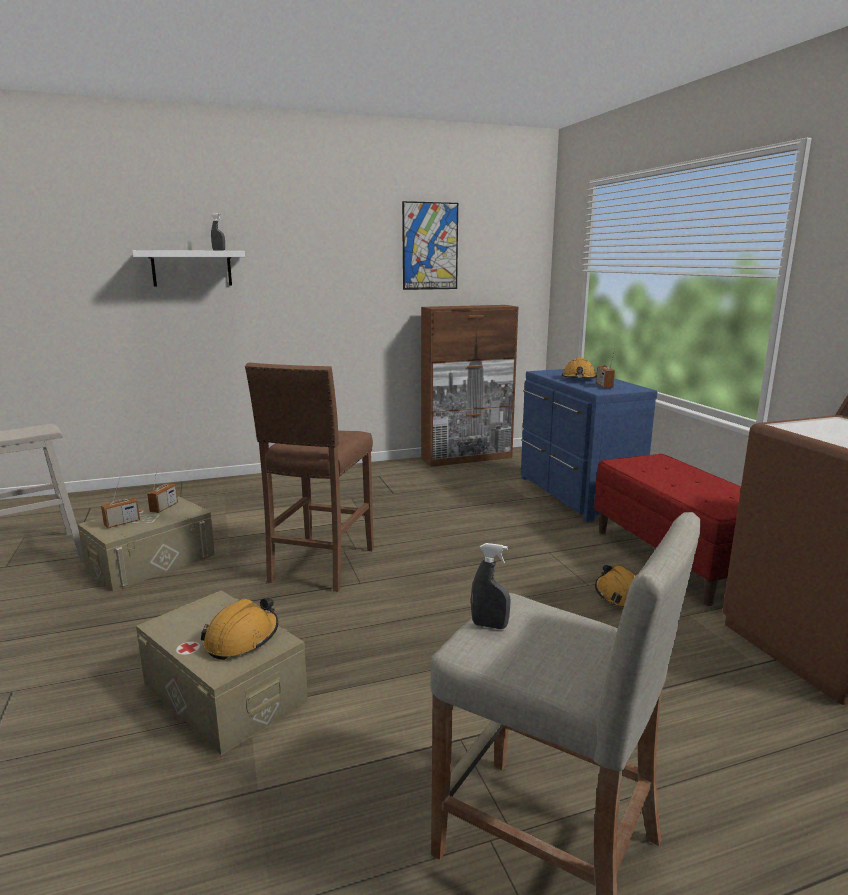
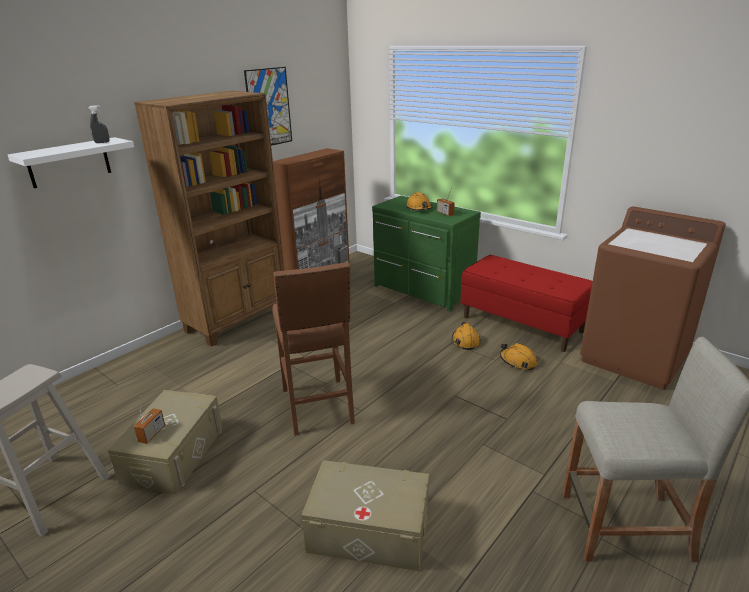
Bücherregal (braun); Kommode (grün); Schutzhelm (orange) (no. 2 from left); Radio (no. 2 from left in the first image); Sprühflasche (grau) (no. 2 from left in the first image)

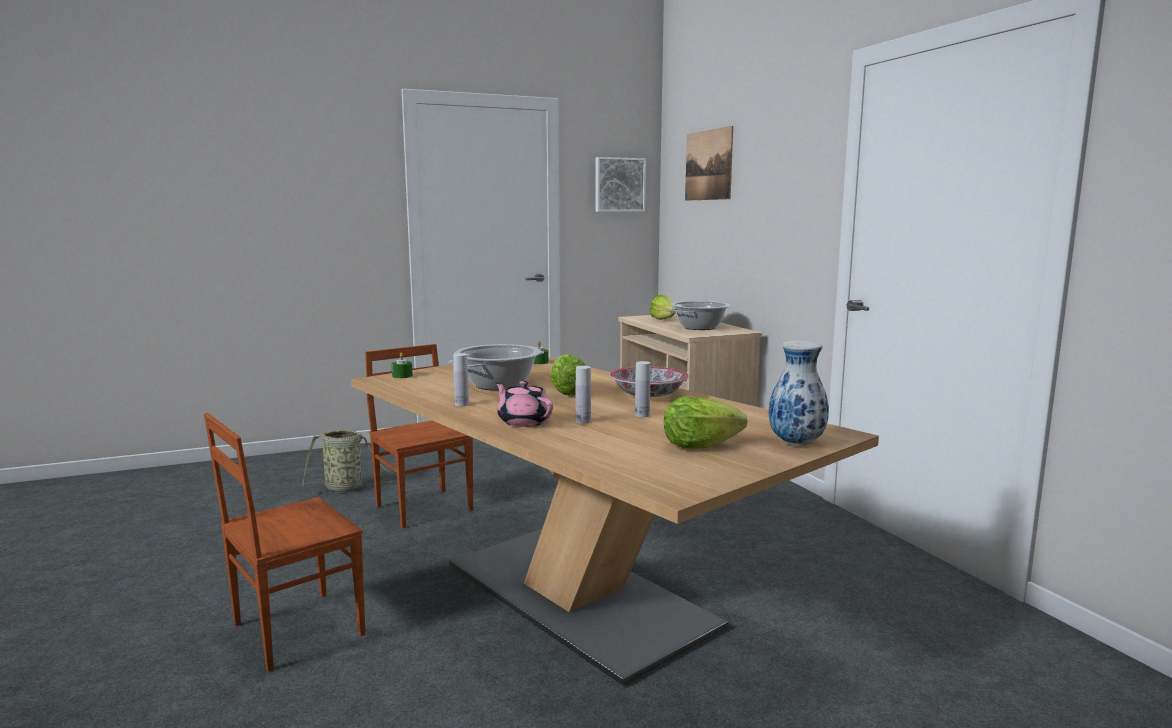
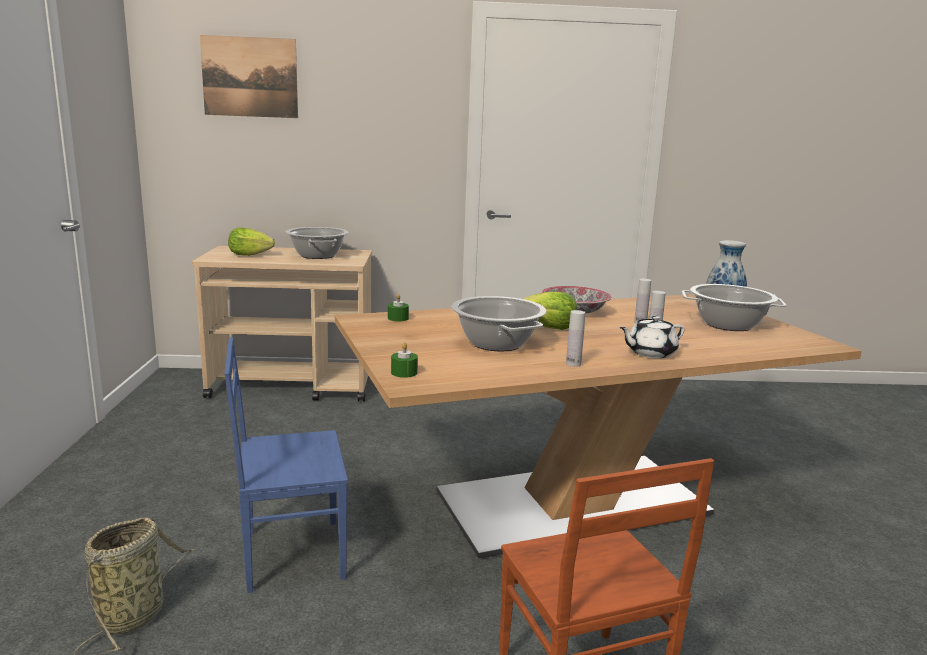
Stuhl (blau); Teekanne (weiß); Kochtopf (no. 3 from left); Bild (no. 1 from left in the first image)

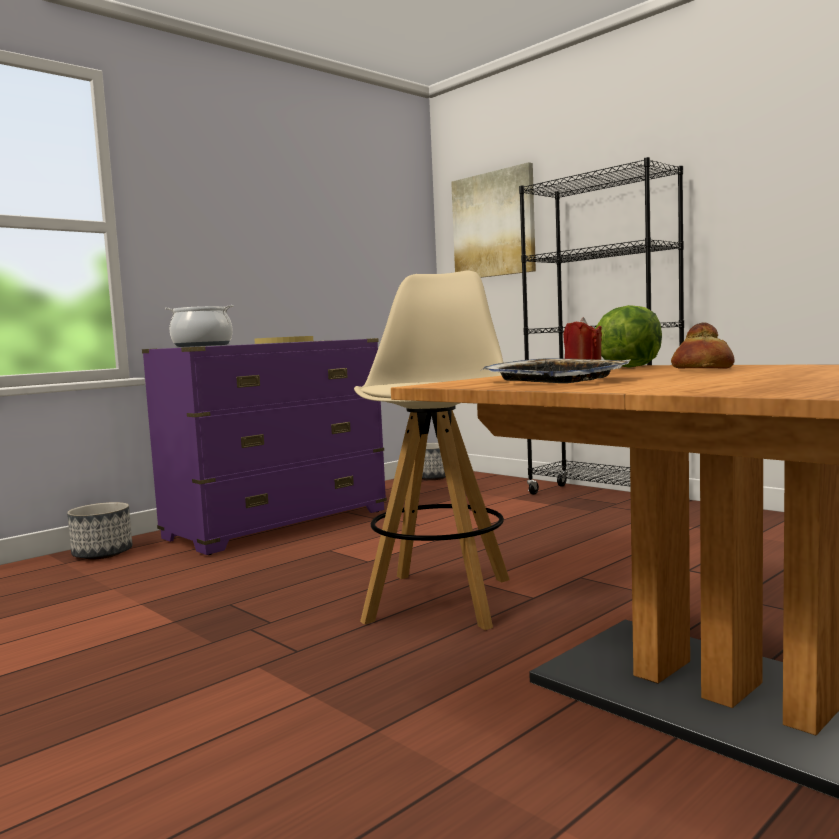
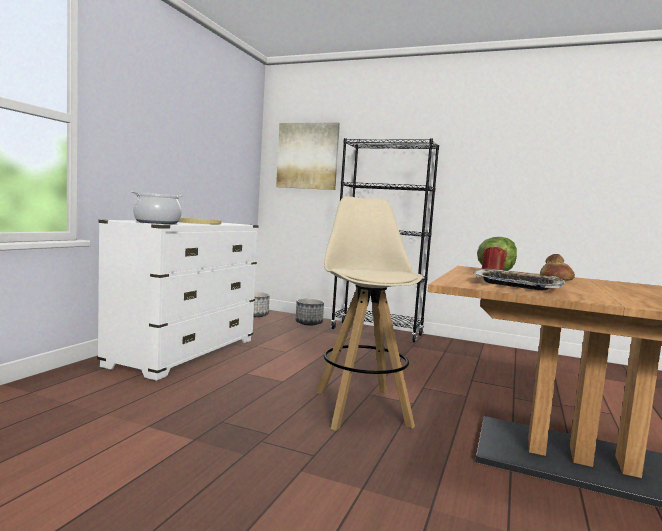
Kommode (weiß); Pflanzkübel (no. 2 from left)

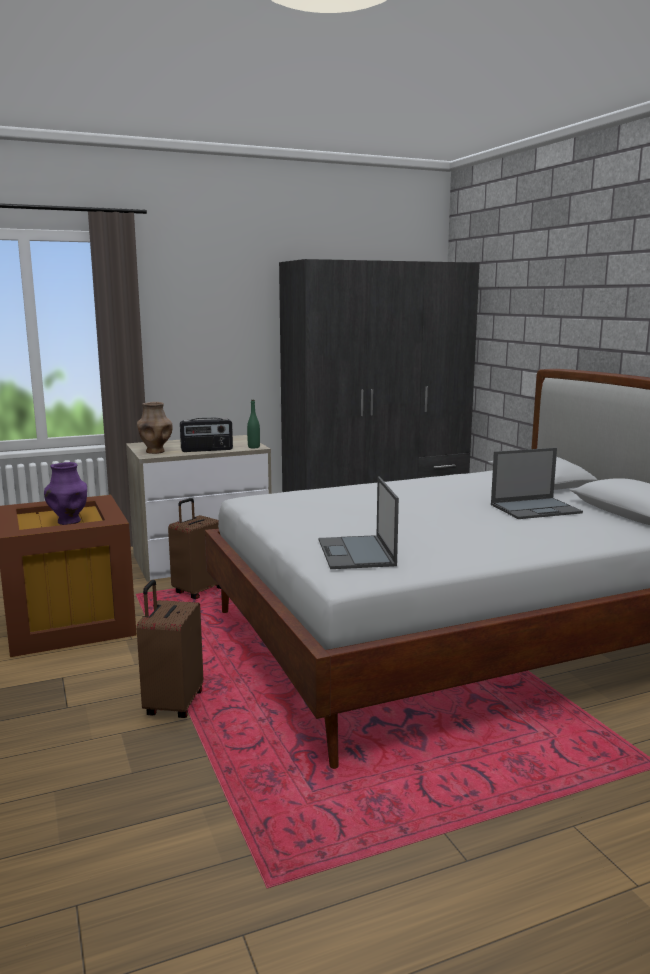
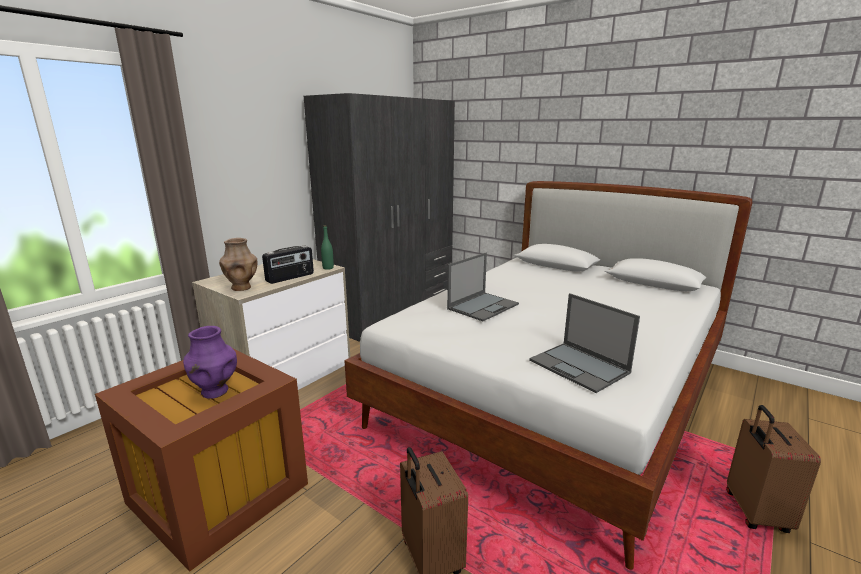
Laptop (no. 1 from left); Koffer (braun) (no. 2 from left)

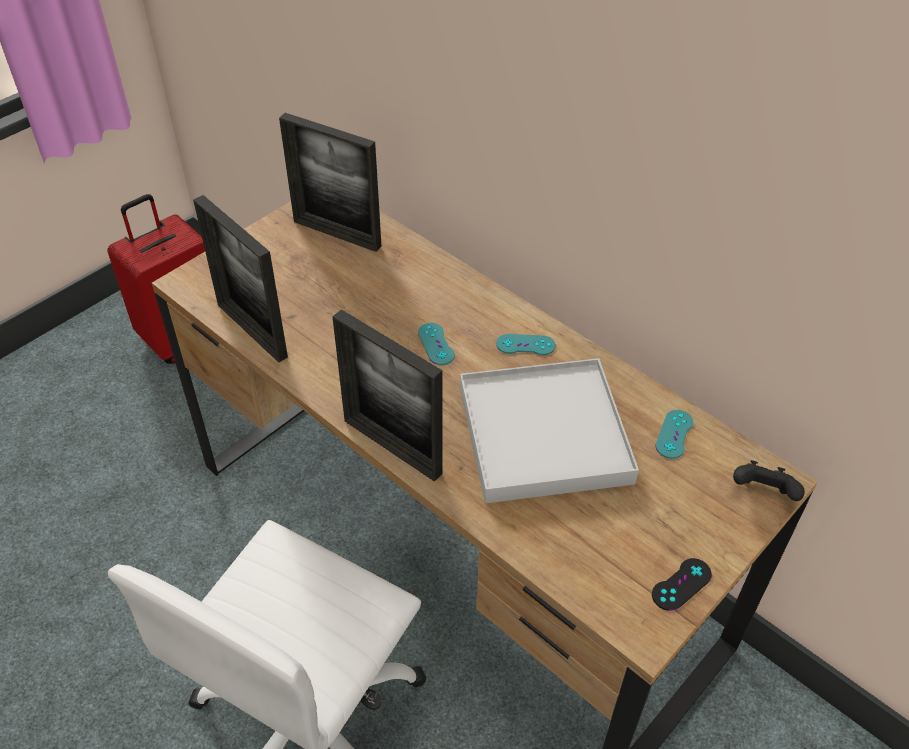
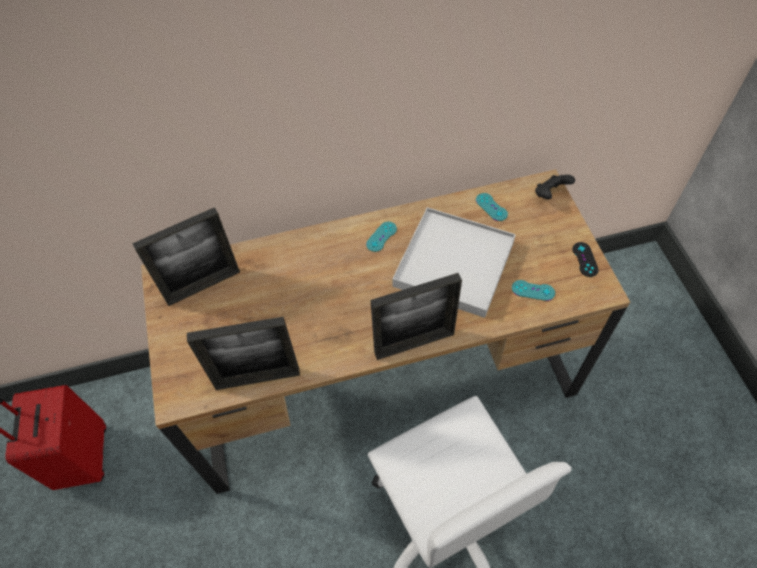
Gamepad (türkis) (no. 3 from left)

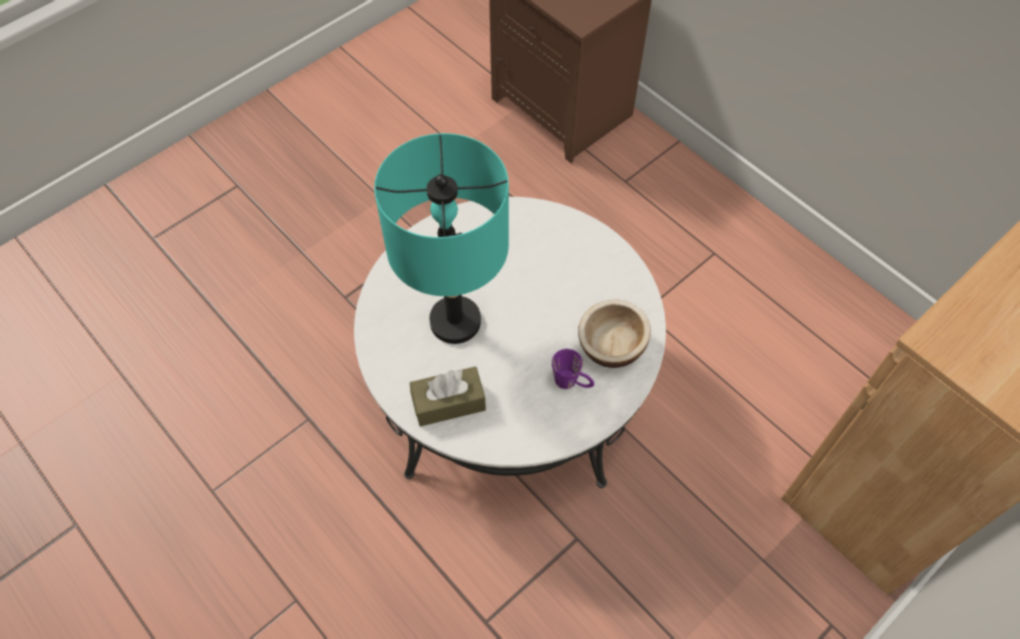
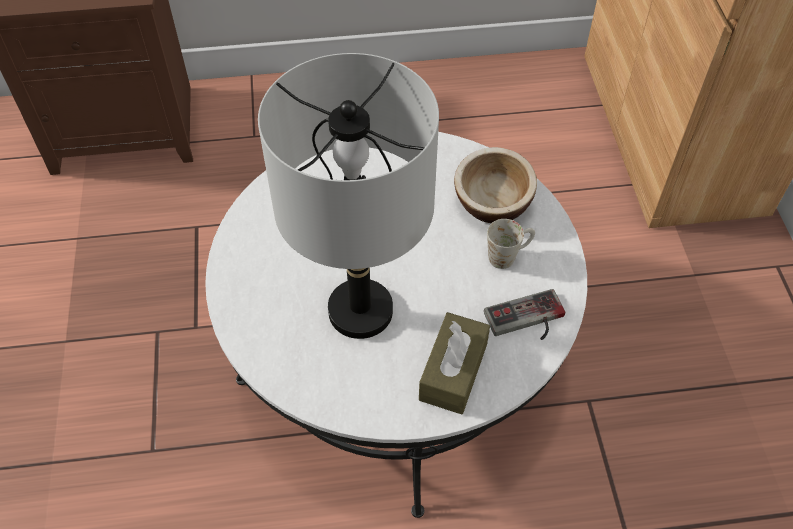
Tischlampe (grau); Gamepad; Henkelbecher (weiß)

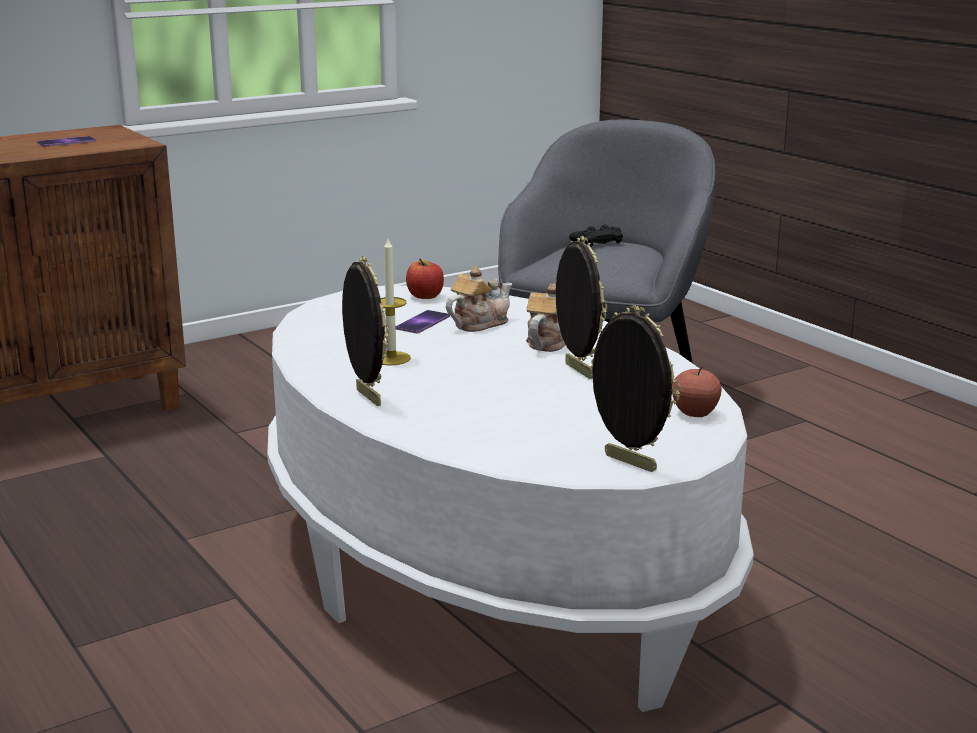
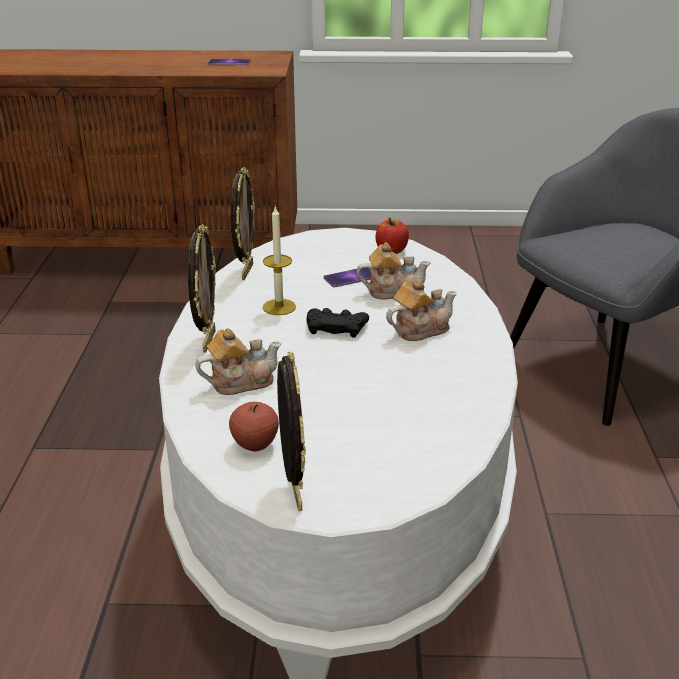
Teekanne (no. 1 from left); Apfel (no. 1 from left); Bilderrahmen (no. 2 from left); Gamepad (schwarz)

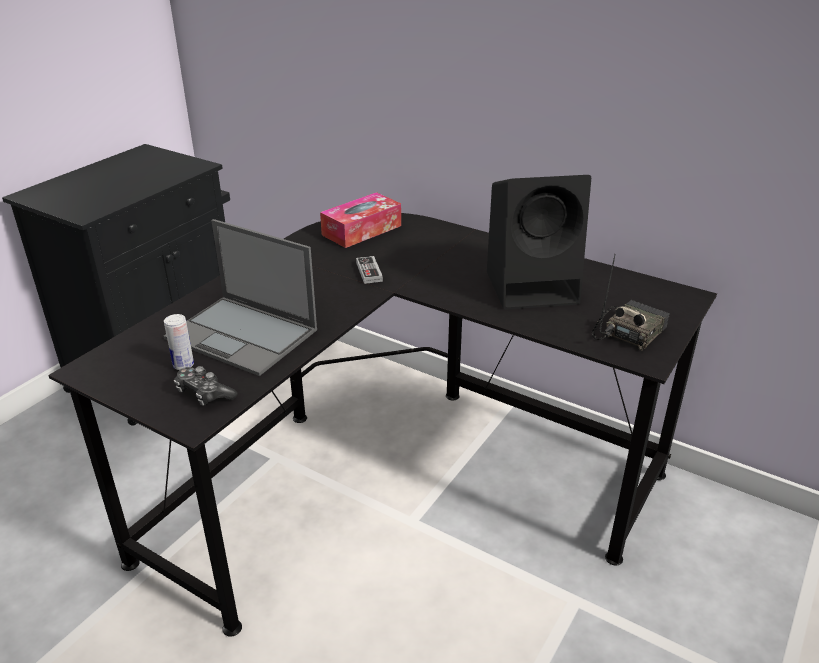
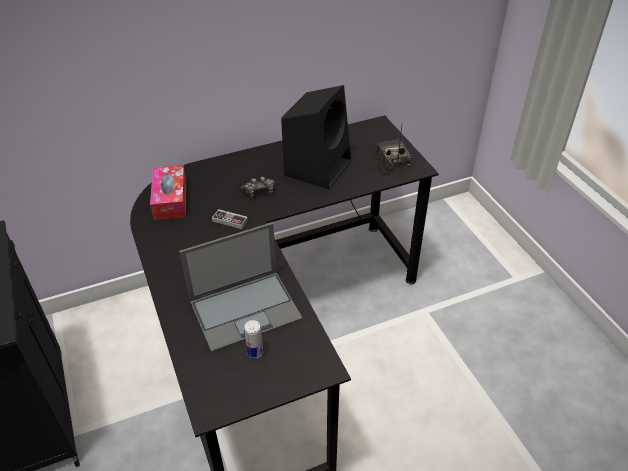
Gamepad (no. 2 from left)

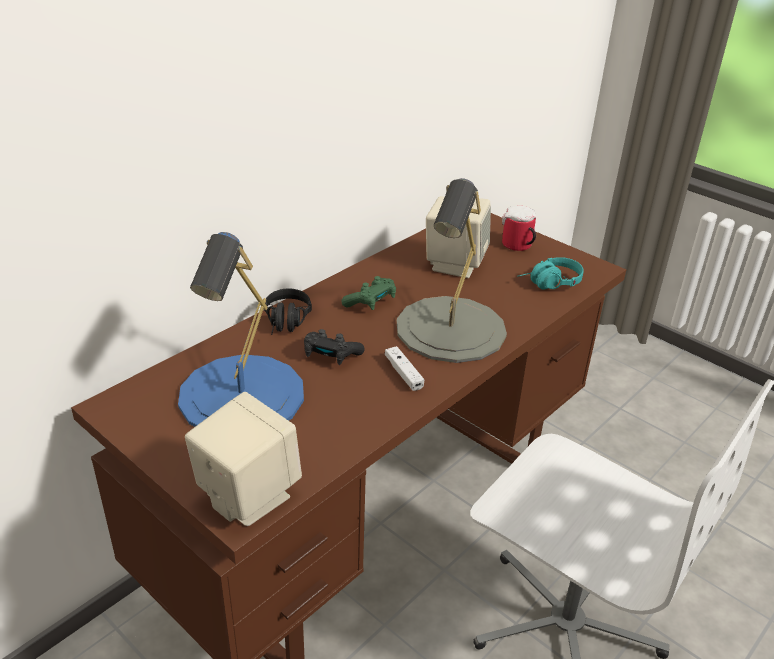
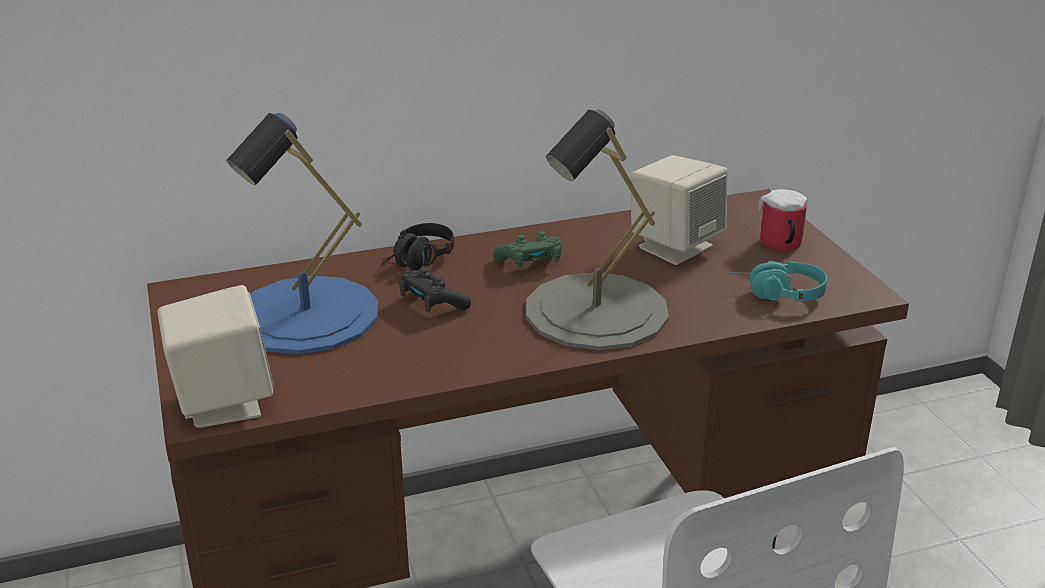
Gamepad (weiß)

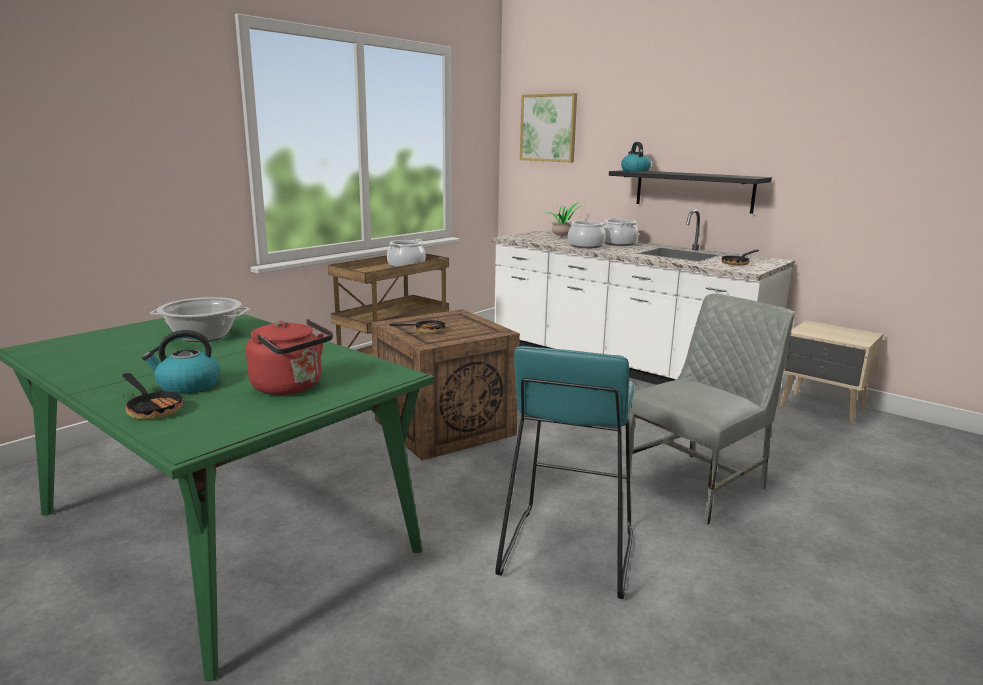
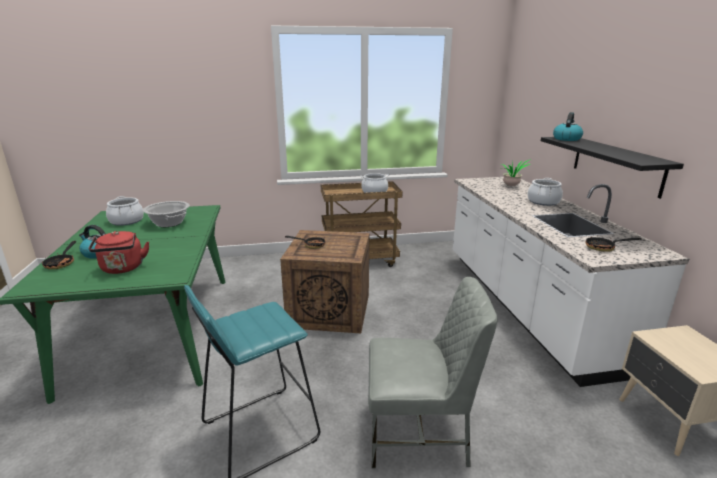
Kochtopf (no. 1 from left); Bild

